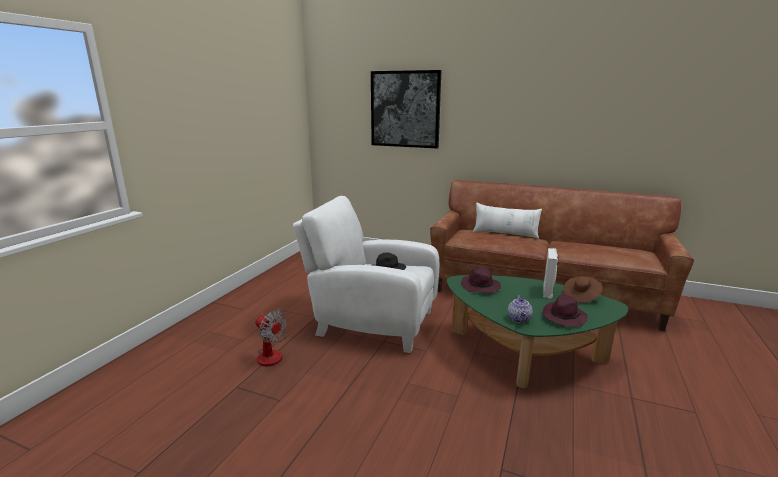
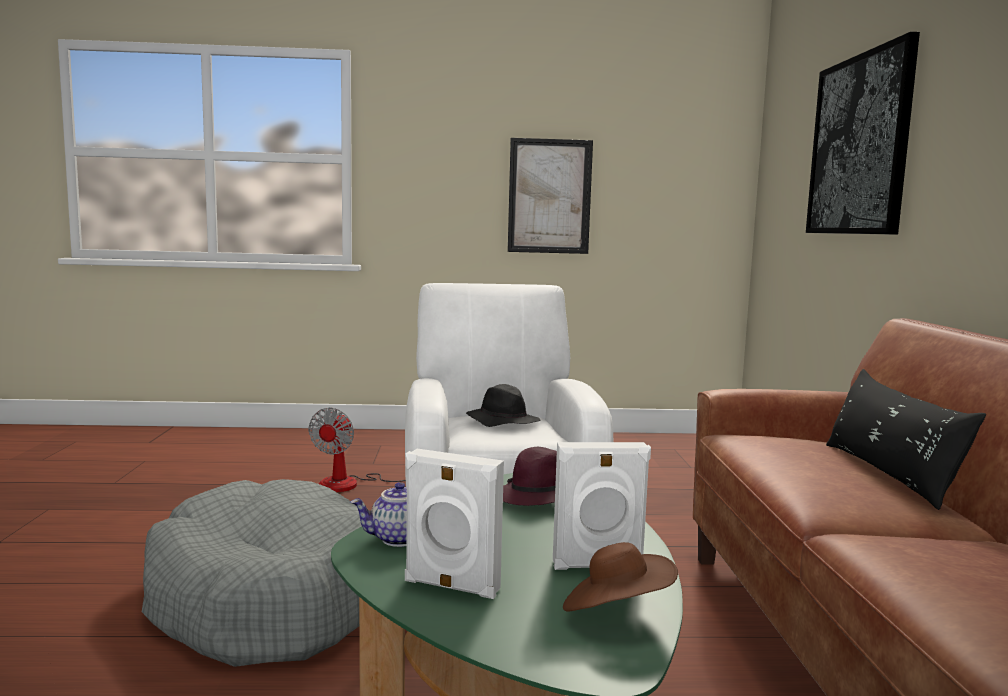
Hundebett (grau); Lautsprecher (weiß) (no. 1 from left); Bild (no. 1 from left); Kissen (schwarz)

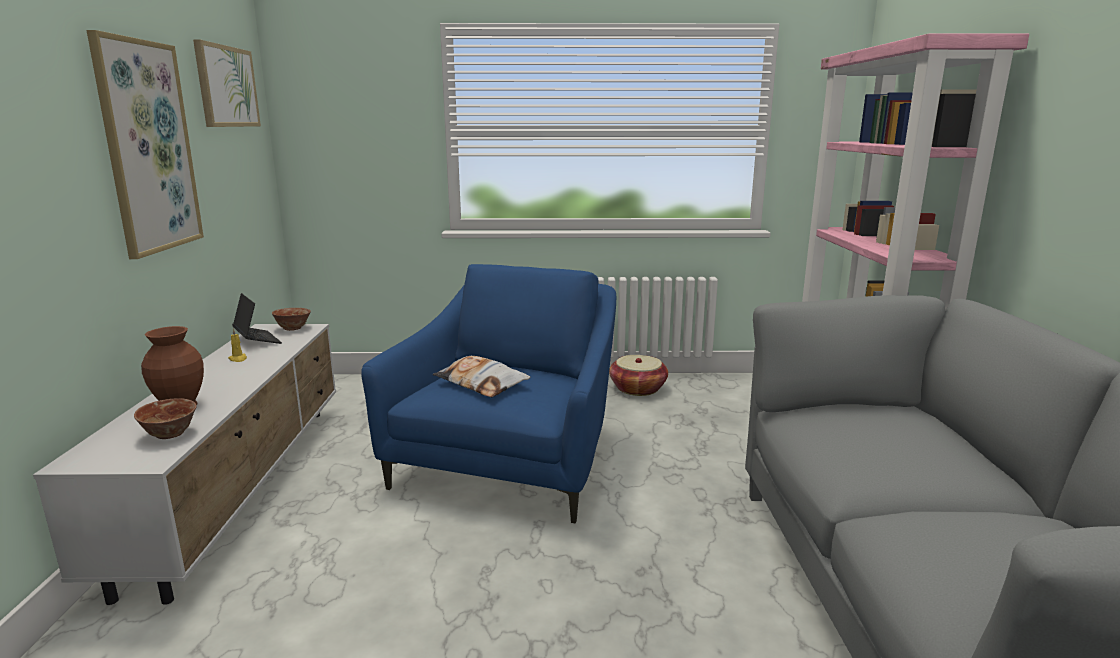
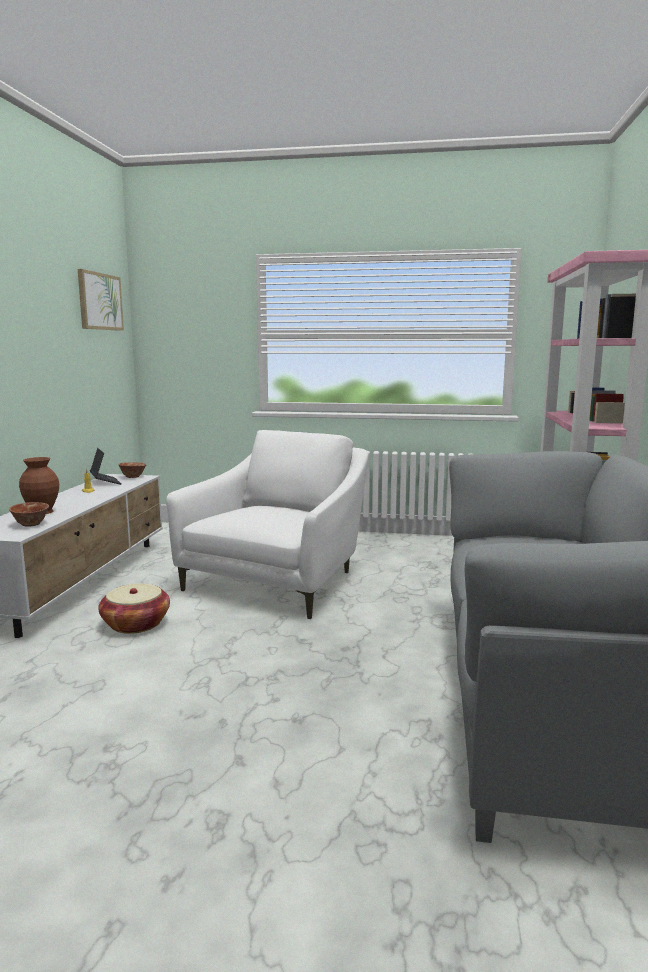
Korb; Sessel (weiß); Bild (no. 1 from left in the first image); Kissen

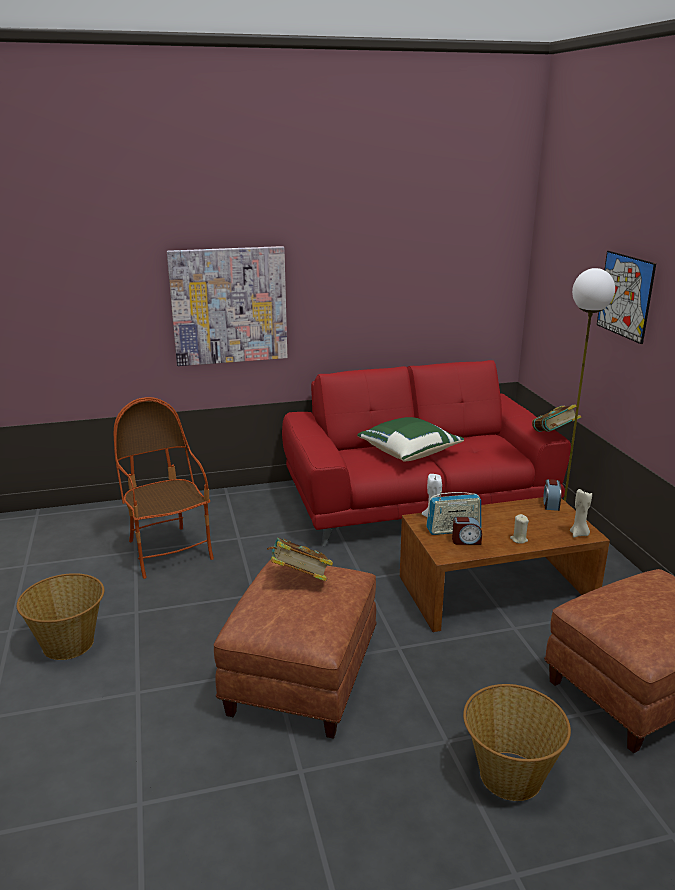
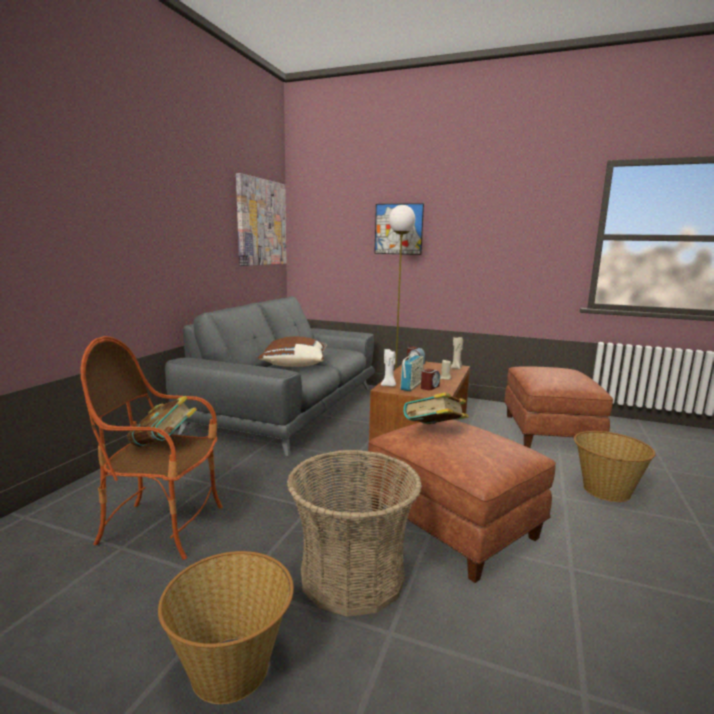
Buch (no. 1 from left); Sofa (grau); Bild (no. 1 from left); Kissen (braun); Korb (no. 2 from left)

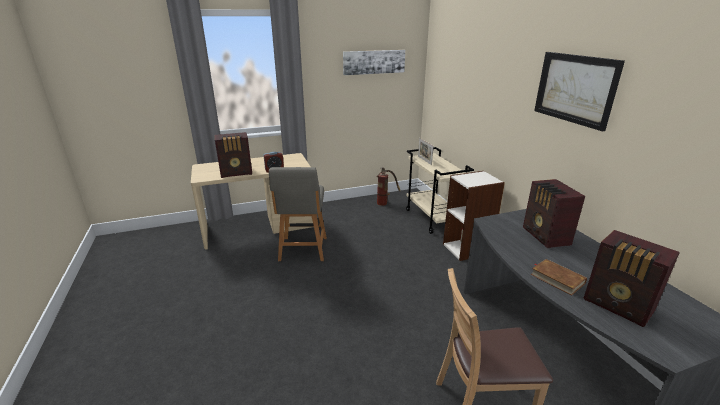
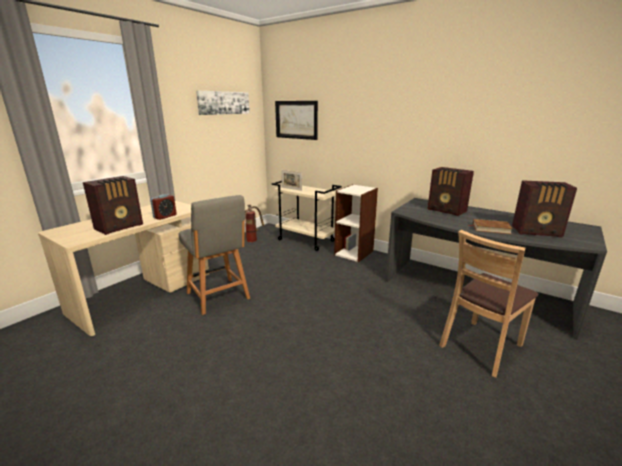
Bild (no. 2 from left)

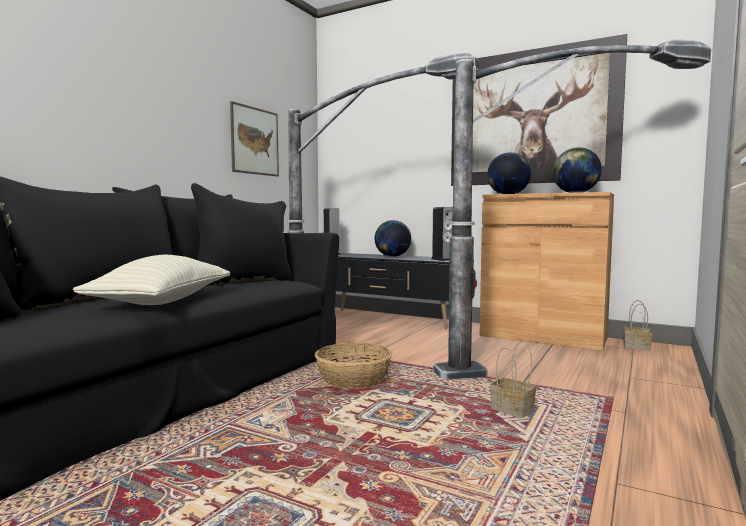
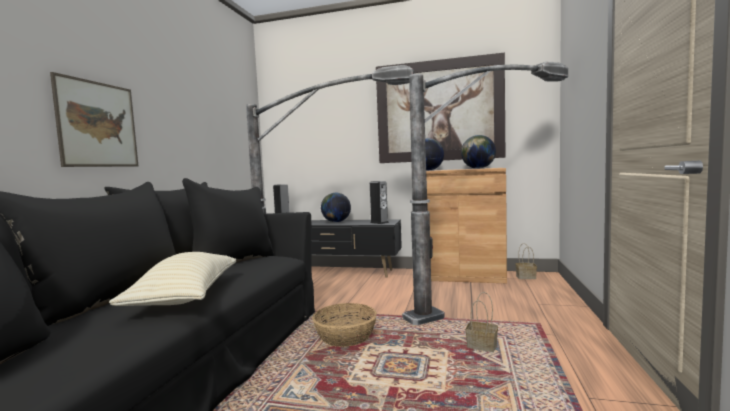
Bild (no. 1 from left)

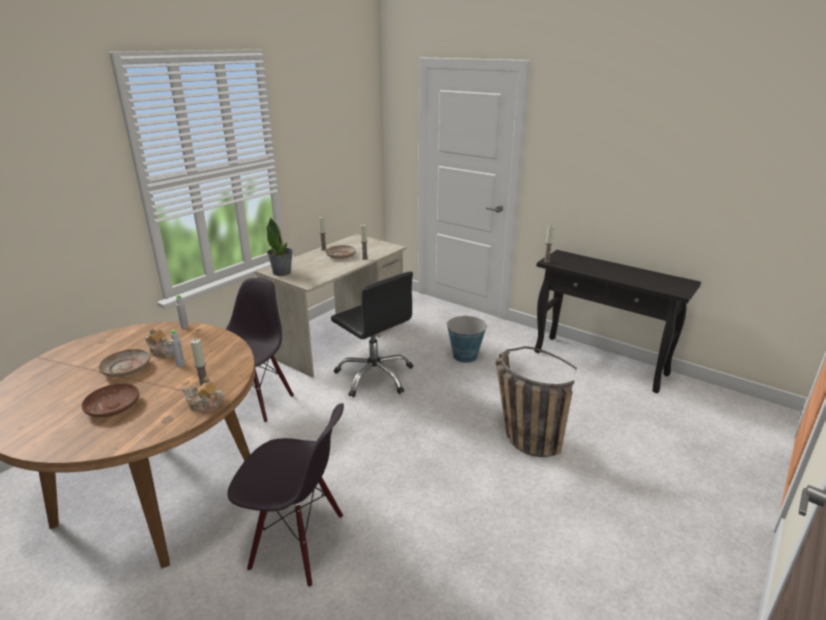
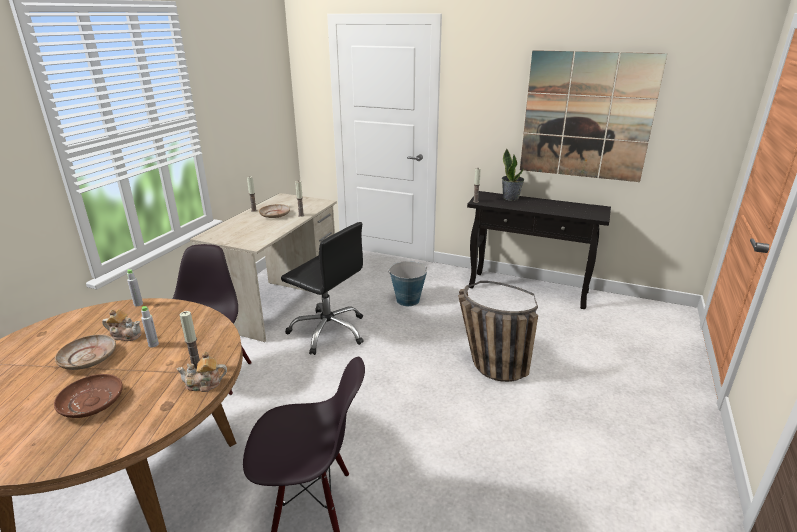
Topfpflanze; Bild

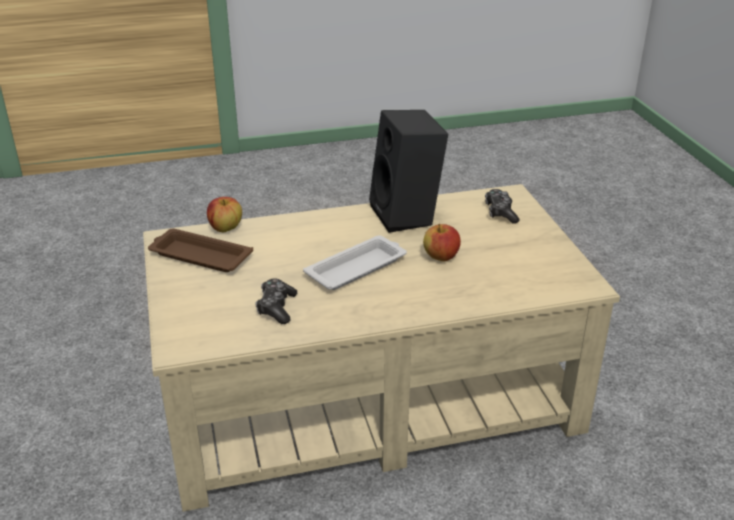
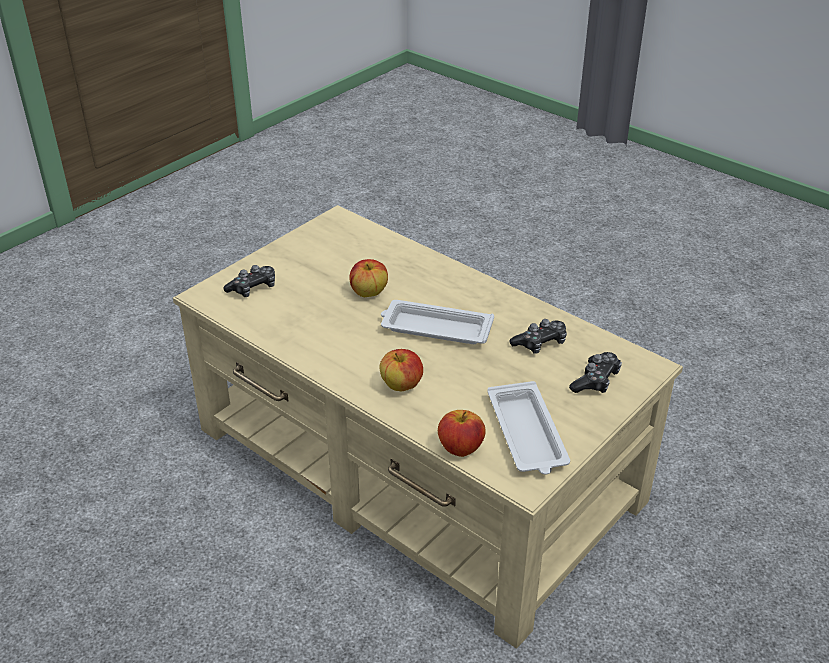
Apfel (no. 2 from left); Tablett (weiß) (no. 2 from left); Gamepad (no. 3 from left); Lautsprecher (schwarz)

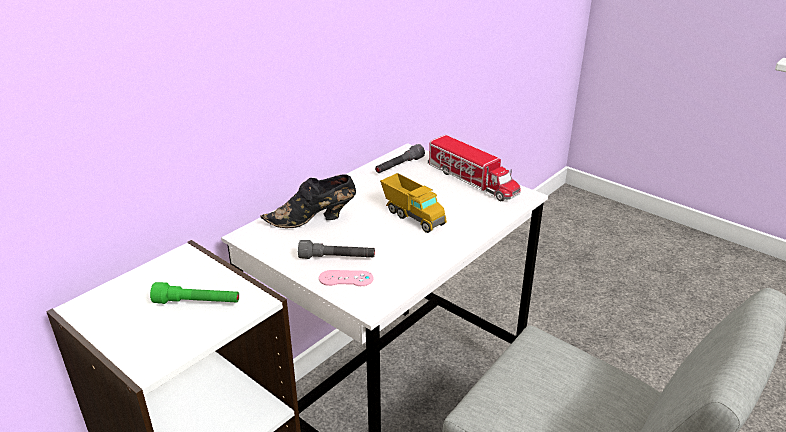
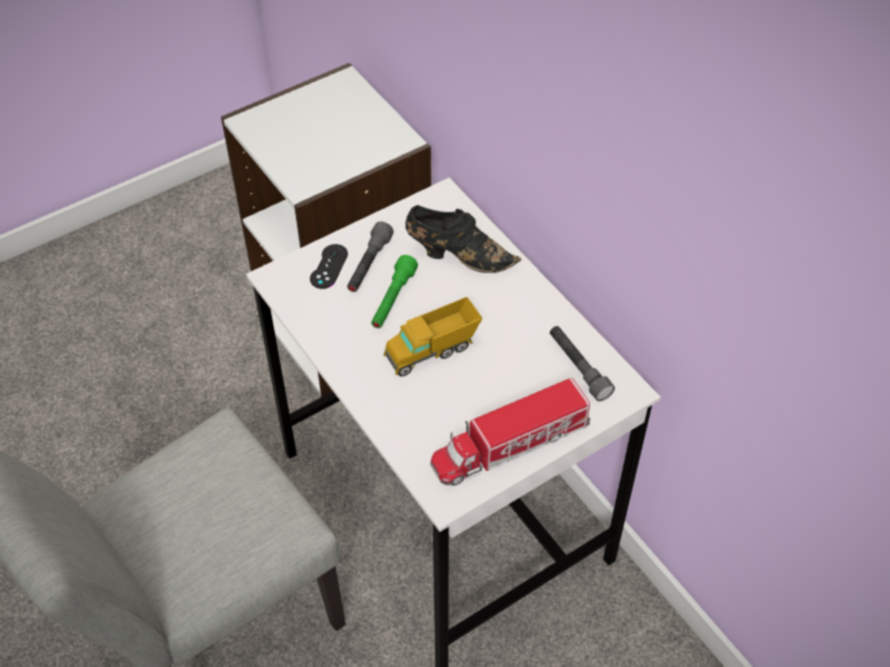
Gamepad (schwarz); Taschenlampe (grün); Schuh (schwarz)

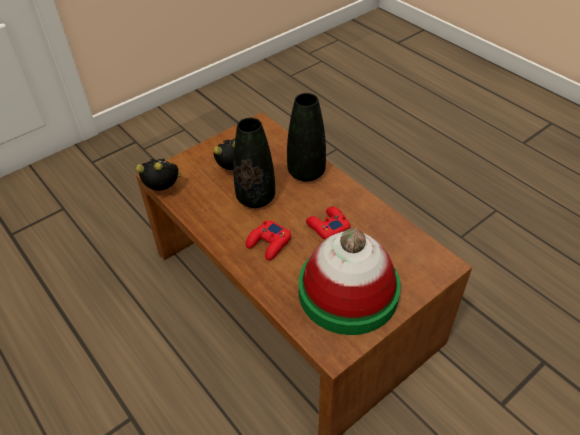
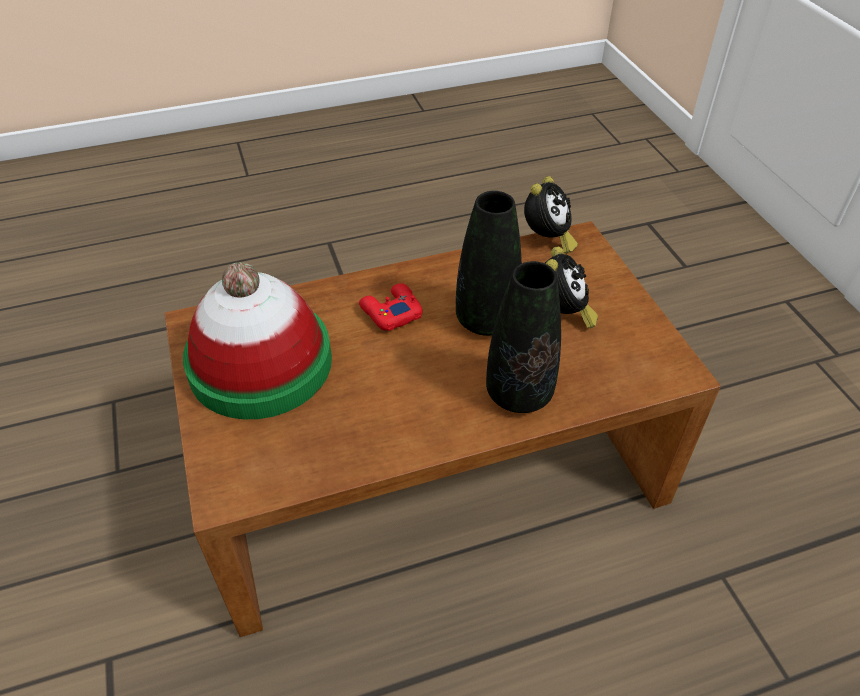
Gamepad (rot) (no. 2 from left in the first image)

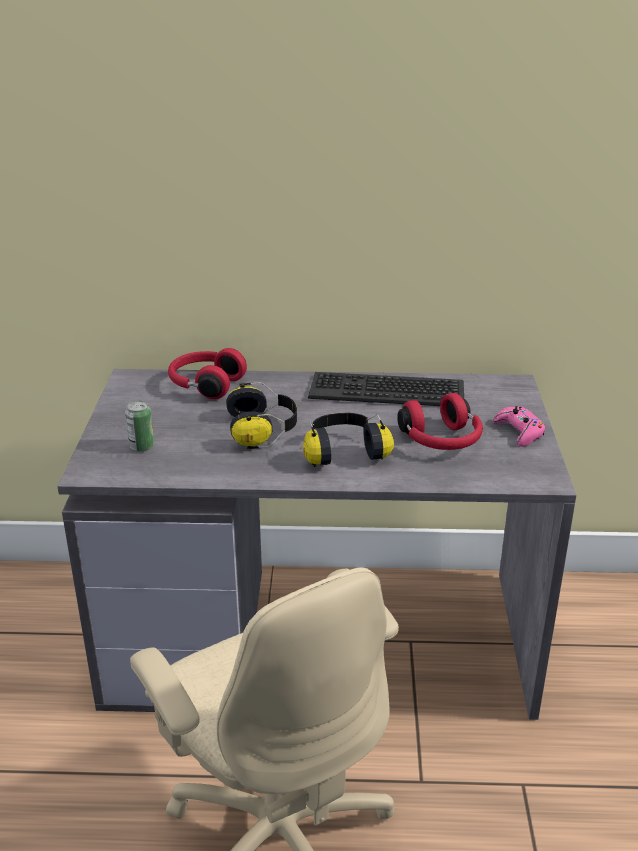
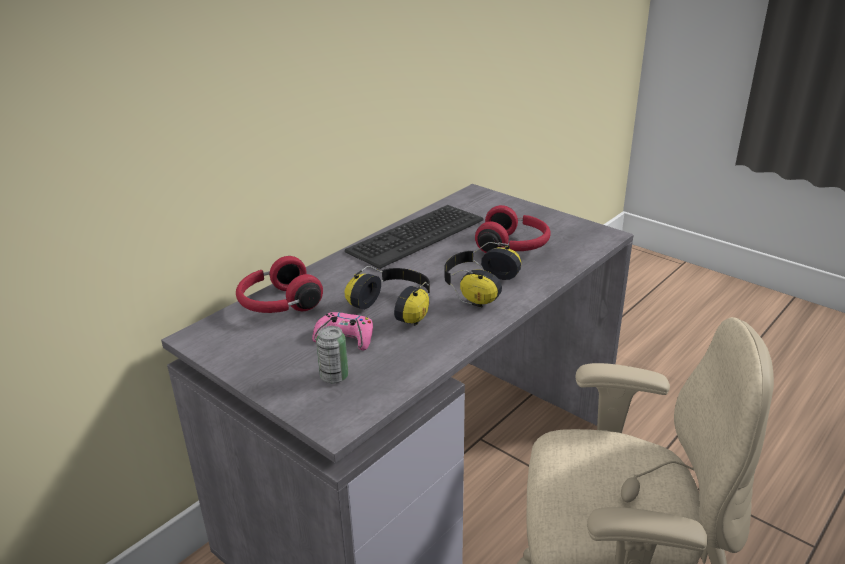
Gamepad (rosa)

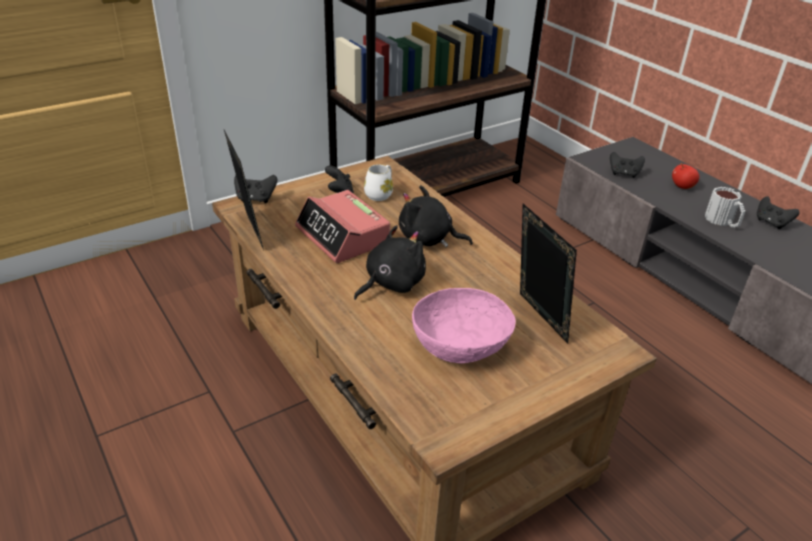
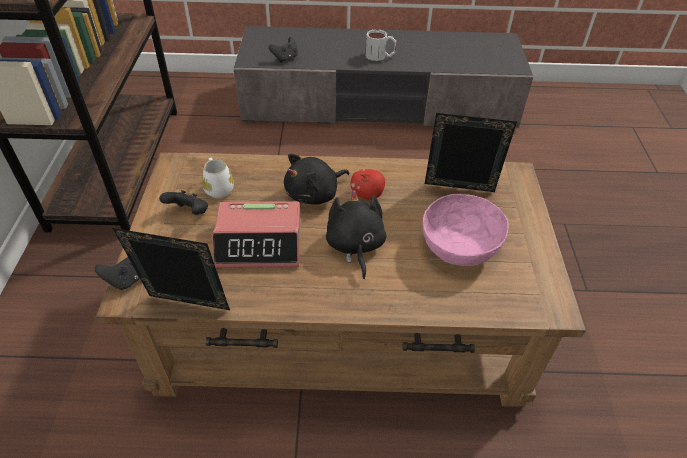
Apfel; Gamepad (schwarz) (no. 4 from left in the first image)

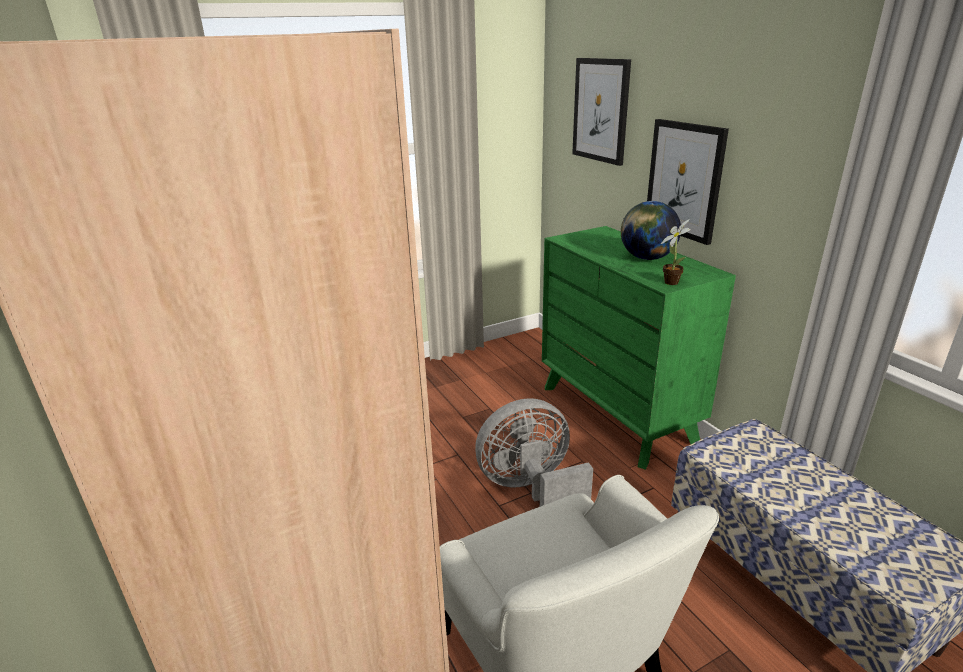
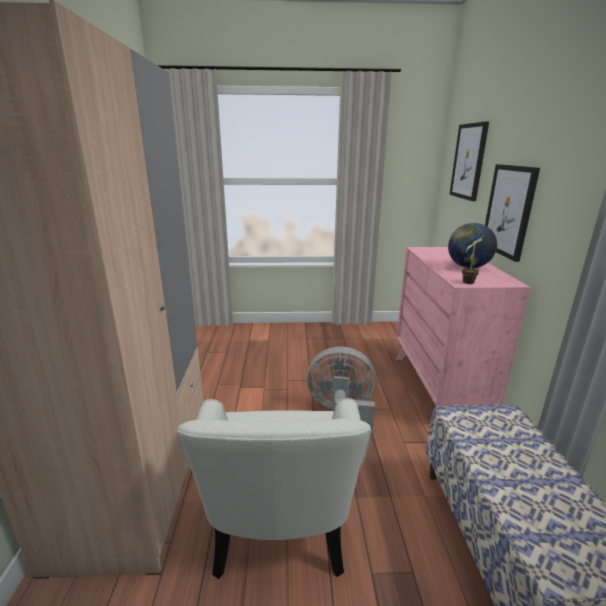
Kommode (rosa)

